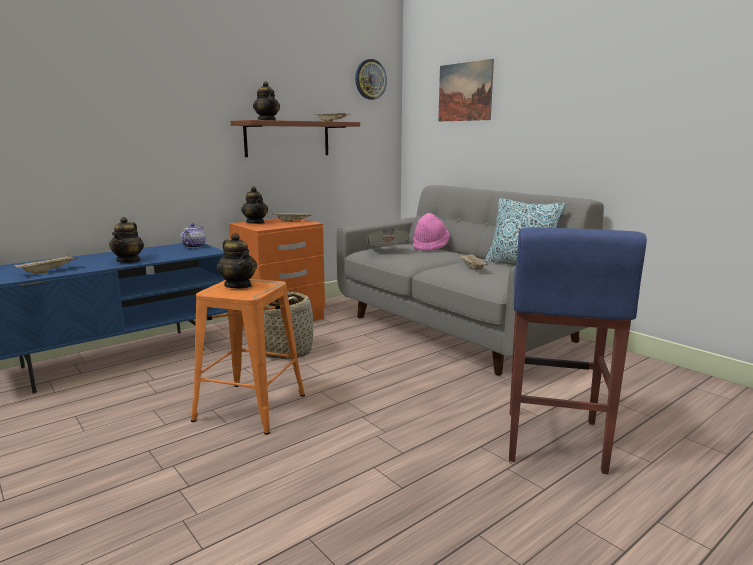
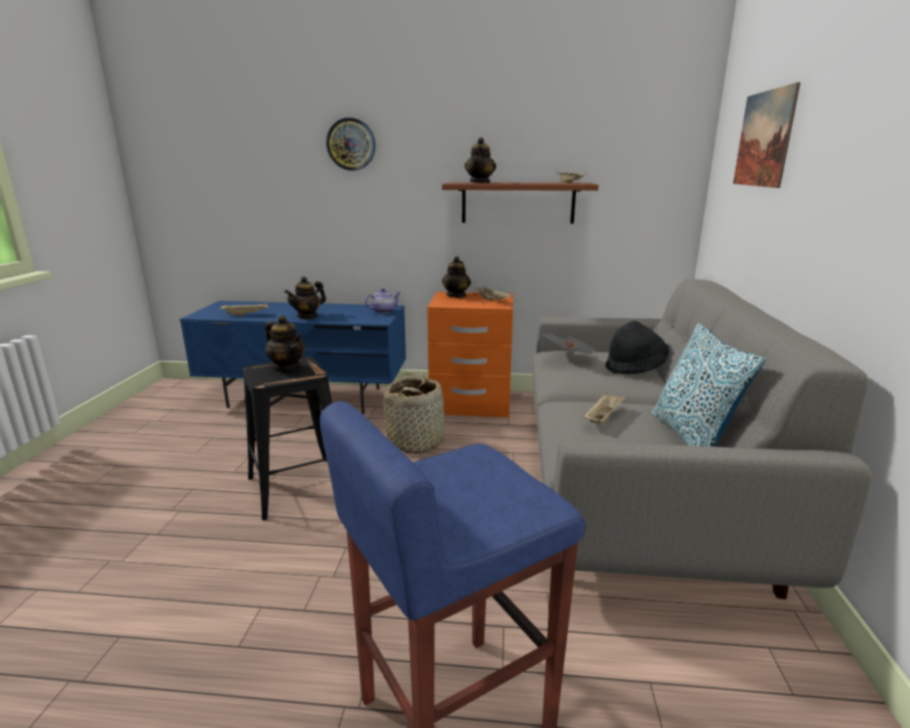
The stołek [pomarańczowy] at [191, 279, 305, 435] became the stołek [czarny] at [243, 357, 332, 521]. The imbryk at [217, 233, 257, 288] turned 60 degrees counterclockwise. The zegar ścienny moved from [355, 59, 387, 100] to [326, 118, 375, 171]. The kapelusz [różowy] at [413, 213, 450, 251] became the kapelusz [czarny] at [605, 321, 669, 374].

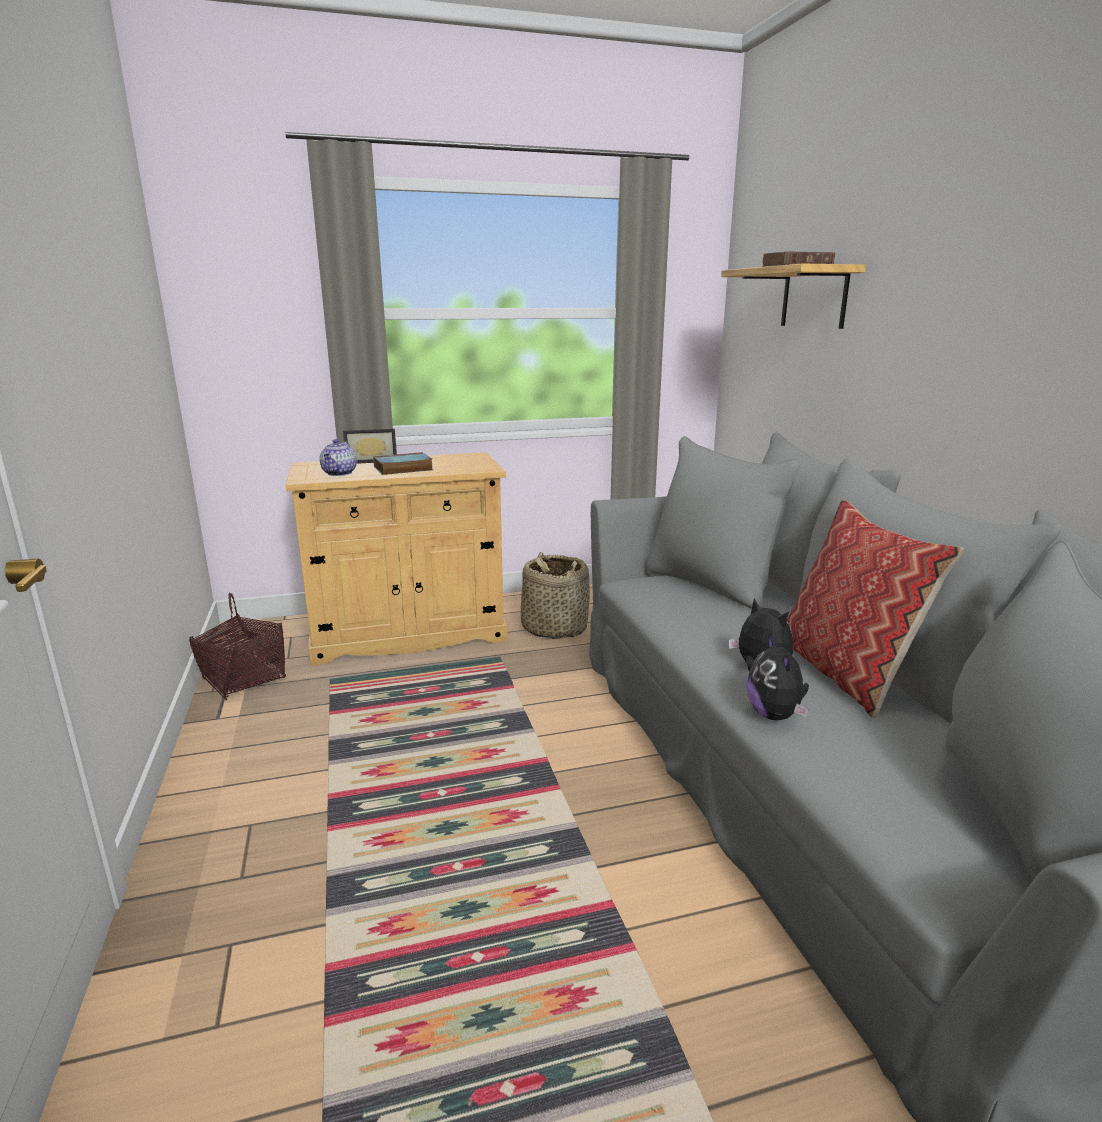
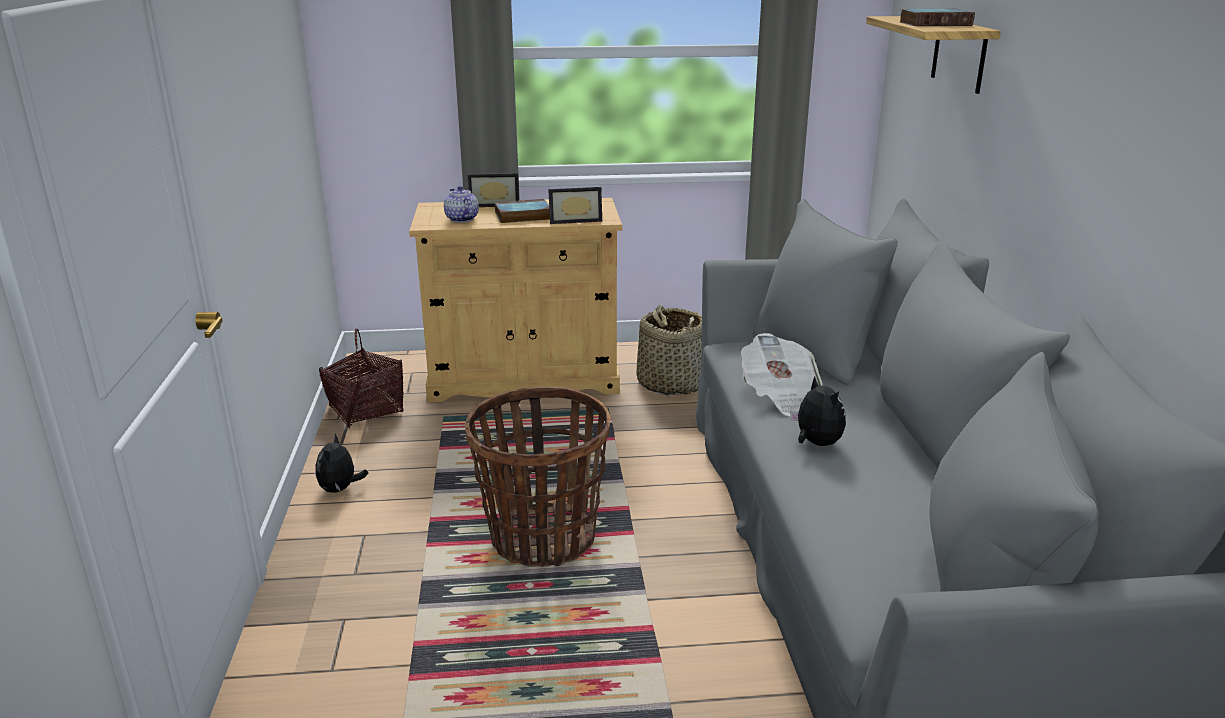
The imbryk at [320, 439, 357, 476] turned 135 degrees clockwise. The pluszak moved from [747, 635, 809, 720] to [316, 434, 368, 493]. The poduszka at [787, 499, 964, 718] disappeared. The koszyk at [465, 387, 610, 567] appeared. The ramka na zdjęcie at [548, 187, 602, 224] appeared. The gazeta at [741, 333, 823, 416] appeared.

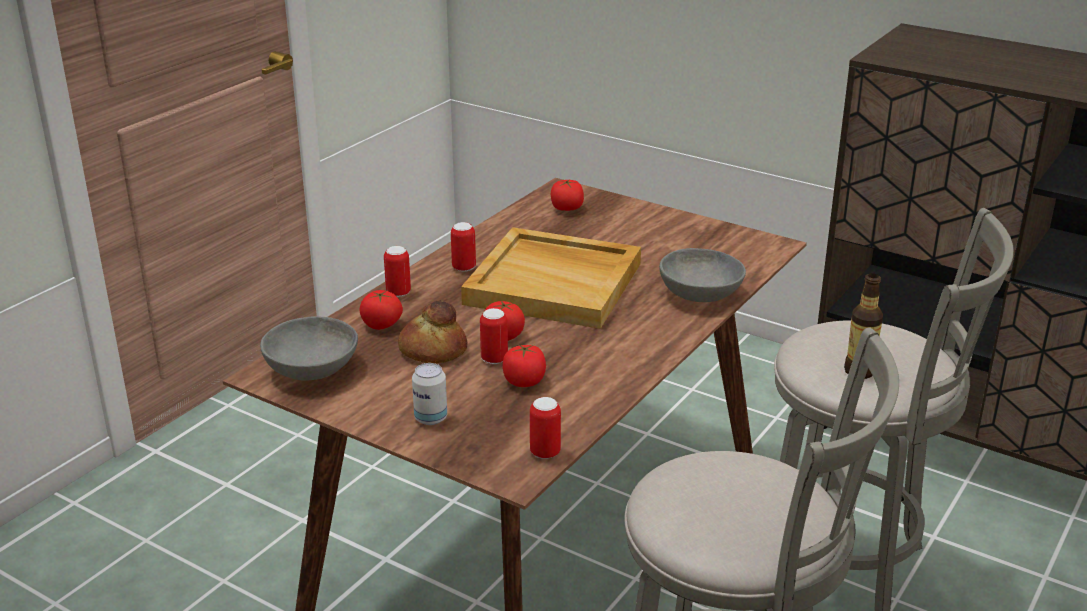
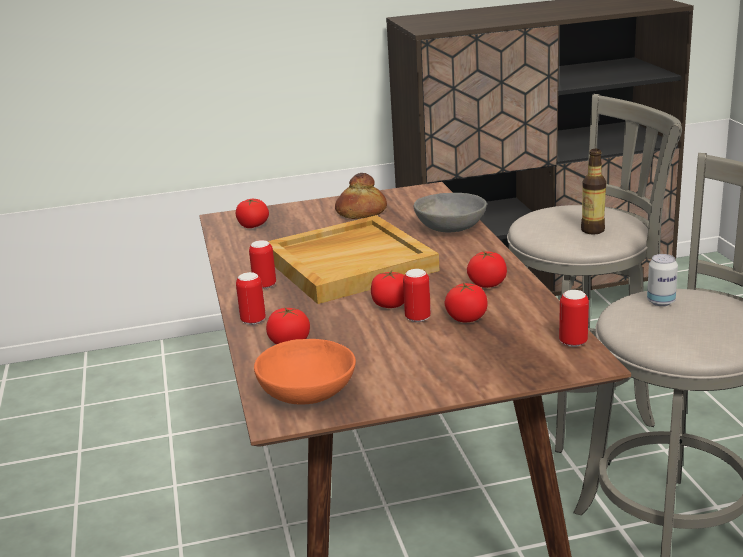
The miska [szary] at [260, 316, 358, 381] became the miska [pomarańczowy] at [254, 339, 356, 405]. The chleb moved from [398, 301, 468, 364] to [335, 173, 387, 219]. The puszka moved from [412, 363, 447, 425] to [647, 254, 678, 306]. The pomidor at [467, 251, 507, 288] appeared.

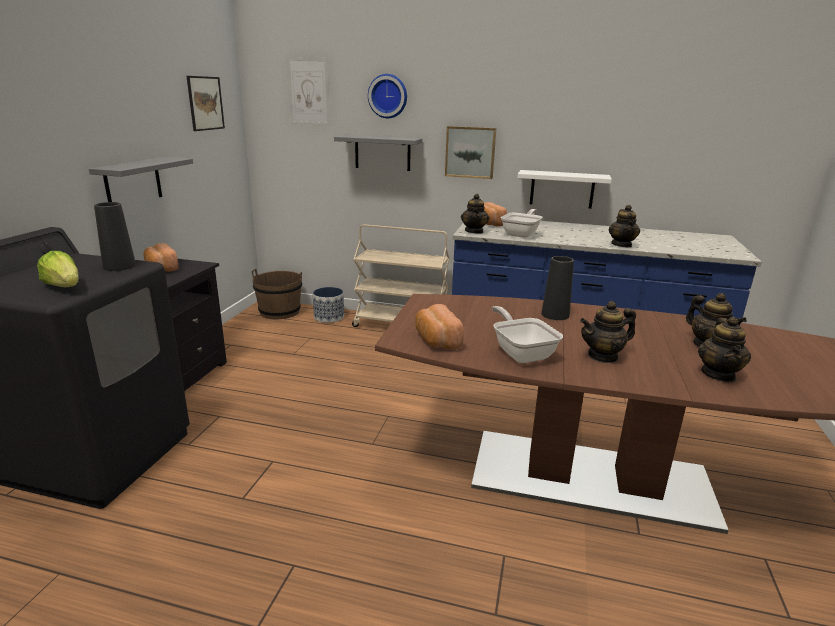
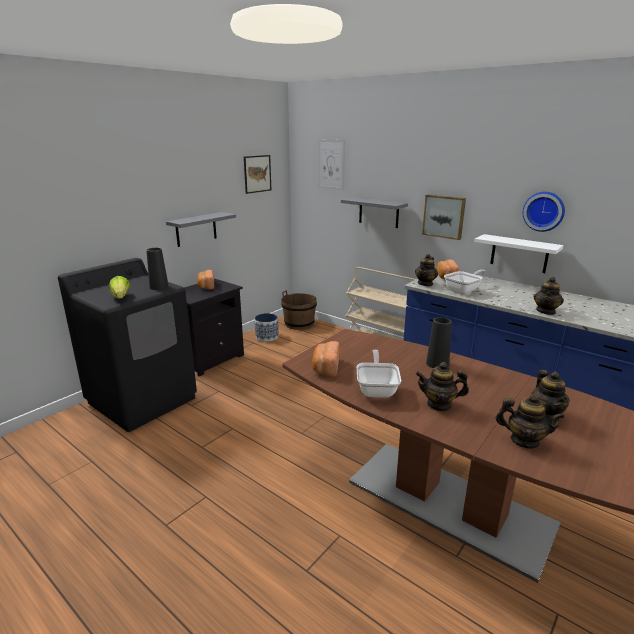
The donica moved from [313, 287, 344, 323] to [254, 313, 279, 342]. The zegar ścienny moved from [368, 74, 407, 118] to [523, 192, 565, 232]. The imbryk at [698, 317, 751, 382] turned 105 degrees counterclockwise.

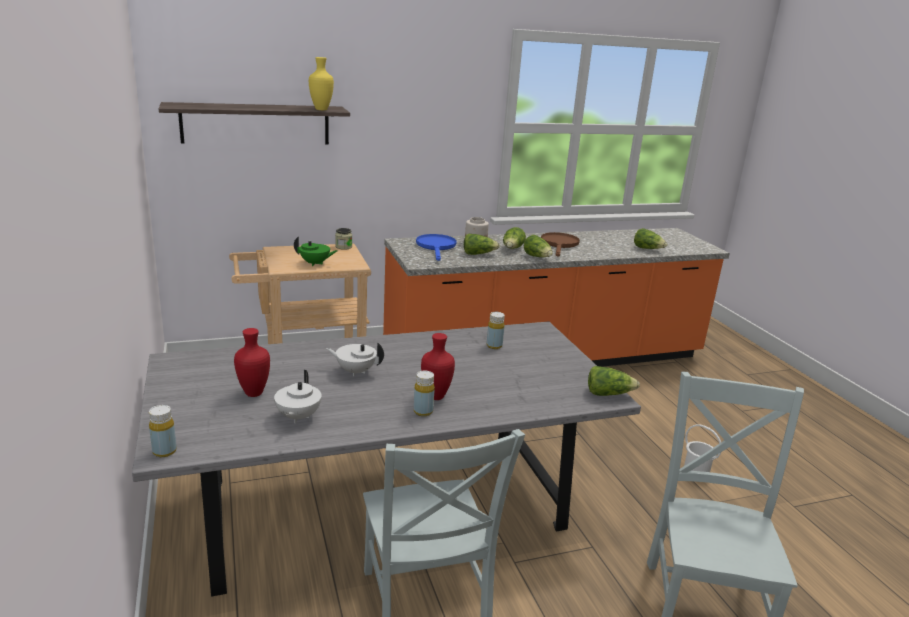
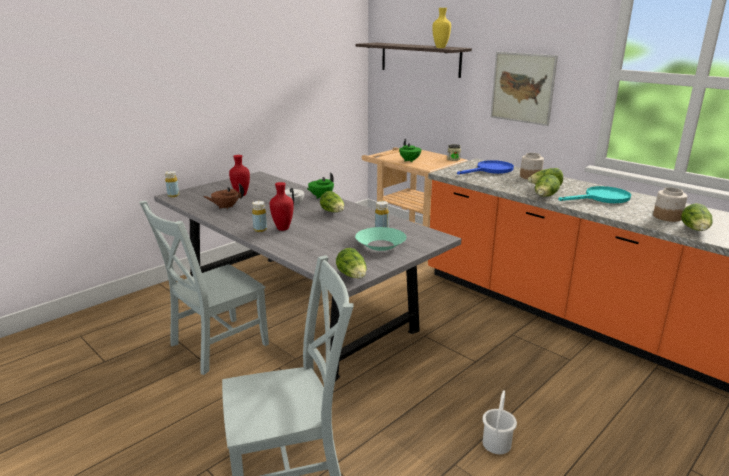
The imbryk [biały] at [274, 370, 322, 423] became the imbryk [brązowy] at [203, 183, 244, 210]. The sałata moved from [464, 234, 500, 255] to [320, 191, 344, 212]. The patelnia [brązowy] at [541, 232, 580, 257] became the patelnia [turkusowy] at [559, 186, 631, 203]. The imbryk [zielony] at [307, 172, 334, 199] appeared. The miska [turkusowy] at [355, 227, 407, 251] appeared. The obraz at [491, 52, 558, 126] appeared. The słoik at [653, 187, 688, 222] appeared.

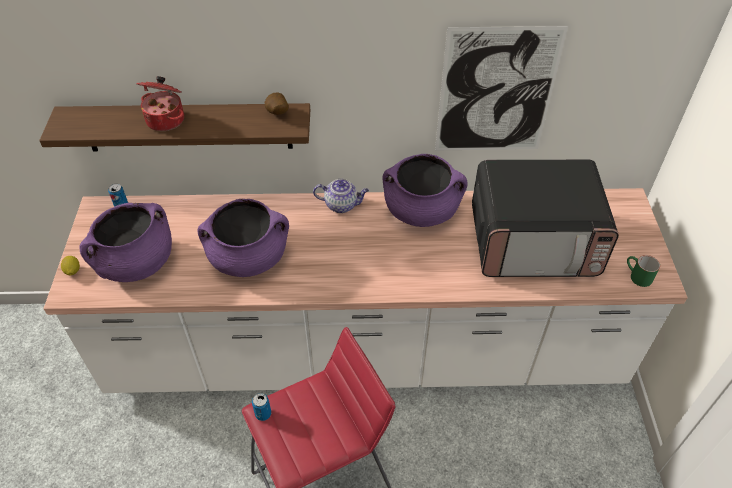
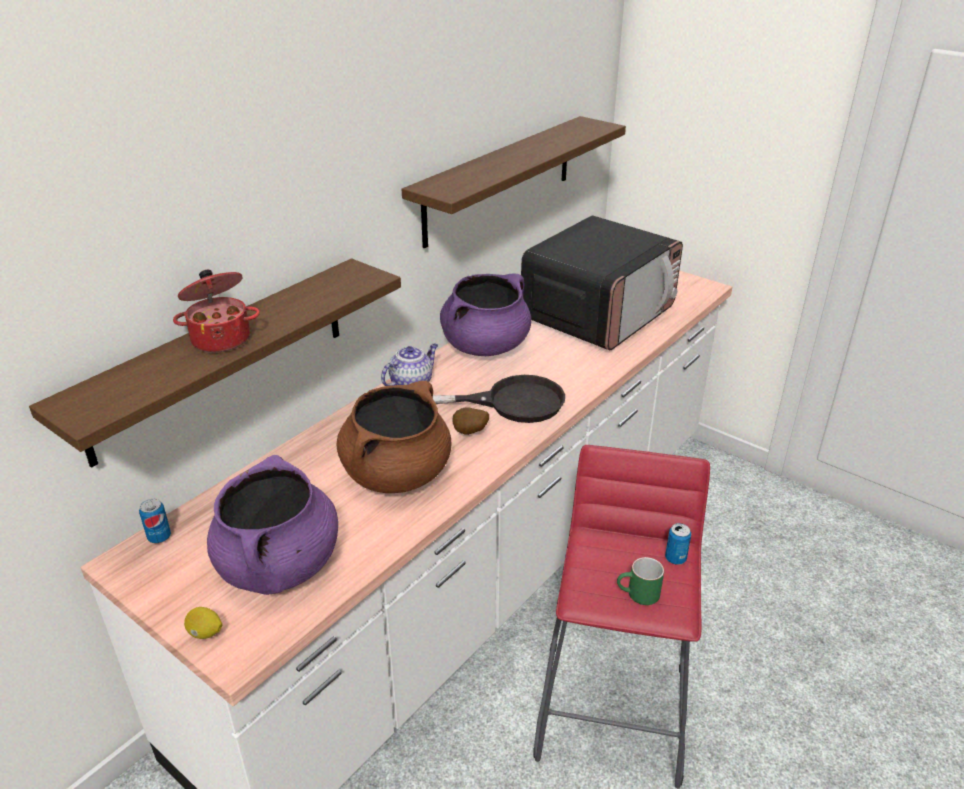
The garnek [fioletowy] at [198, 199, 289, 277] became the garnek [brązowy] at [337, 381, 452, 493]. The puszka moved from [252, 393, 271, 421] to [665, 523, 691, 565]. The ziemniak moved from [265, 92, 289, 115] to [453, 407, 489, 435]. The obraz at [435, 26, 568, 150] was replaced by the półka at [402, 116, 626, 248]. The kubek [zielony] moved from [627, 255, 660, 287] to [617, 557, 664, 605]. The patelnia [czarny] at [433, 375, 565, 423] appeared.

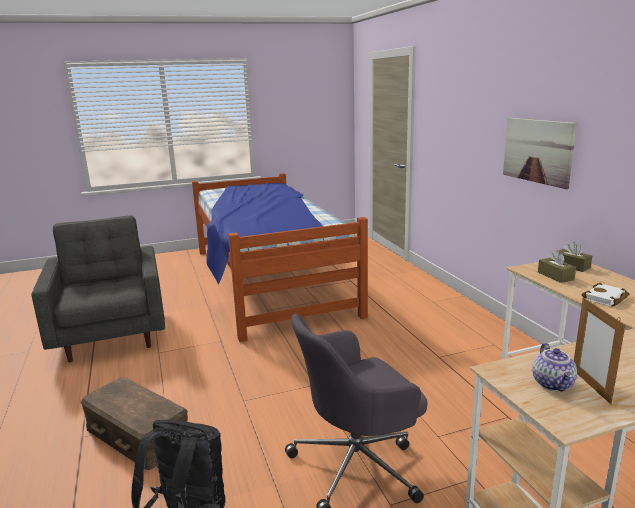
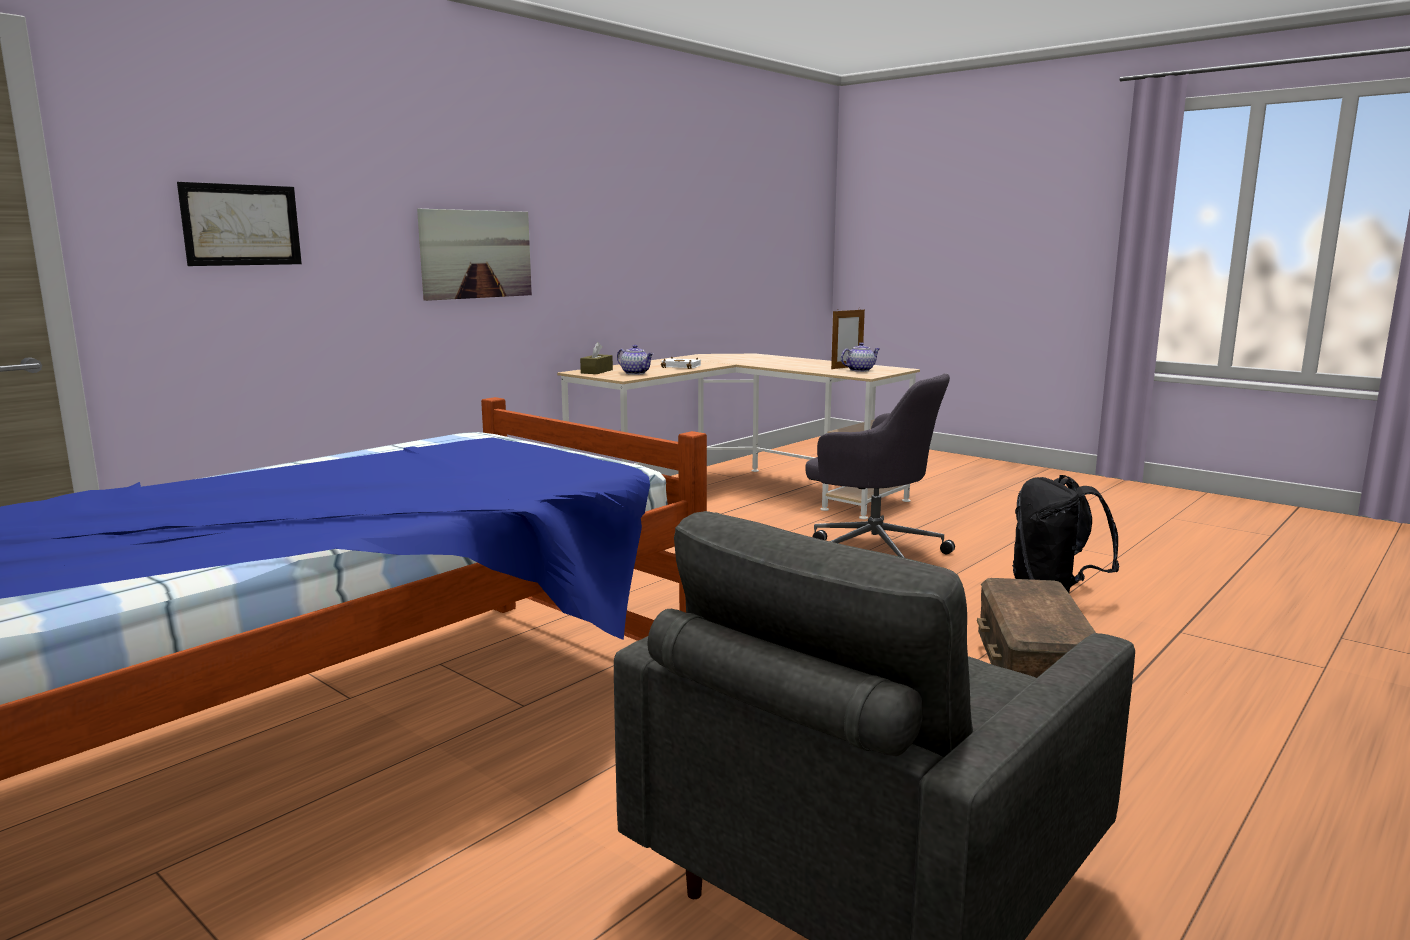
The pudełko chusteczek [brązowy] at [538, 250, 576, 283] was replaced by the imbryk at [617, 345, 653, 375]. The obraz at [177, 182, 302, 266] appeared.

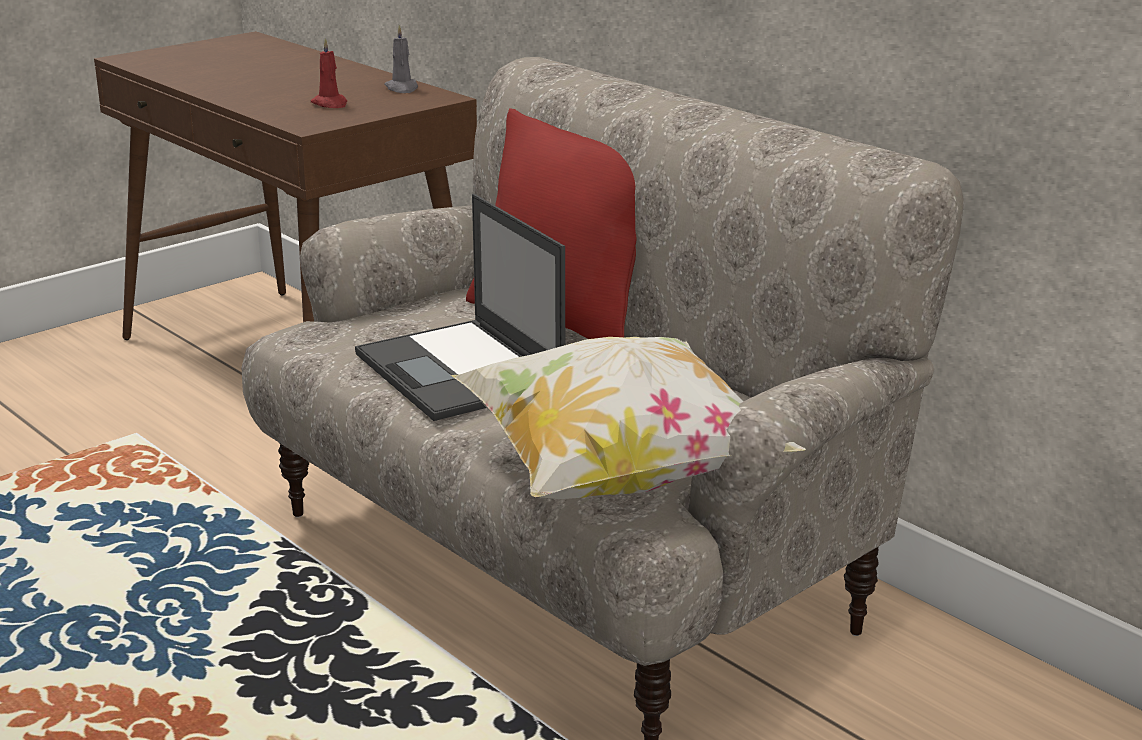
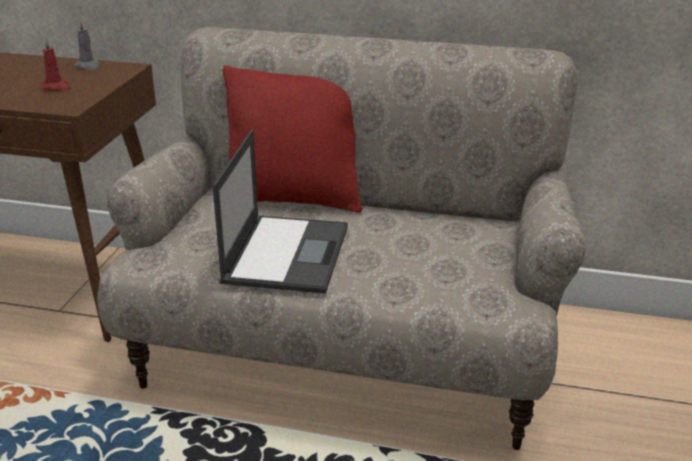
The laptop at [355, 194, 565, 421] turned 105 degrees counterclockwise. The poduszka at [451, 337, 806, 499] disappeared.

